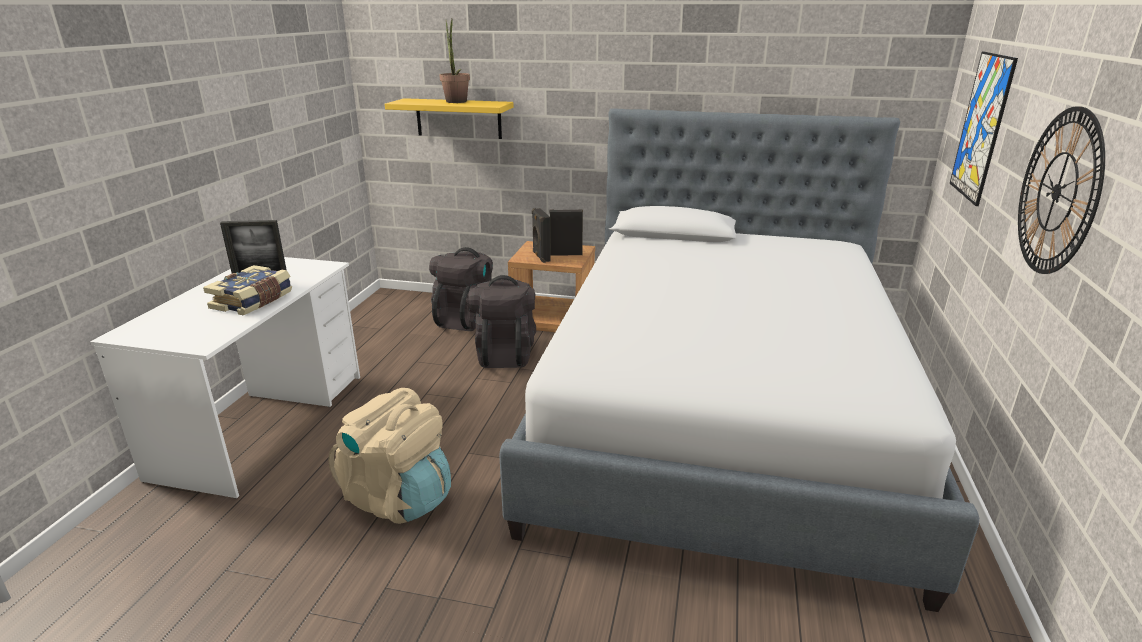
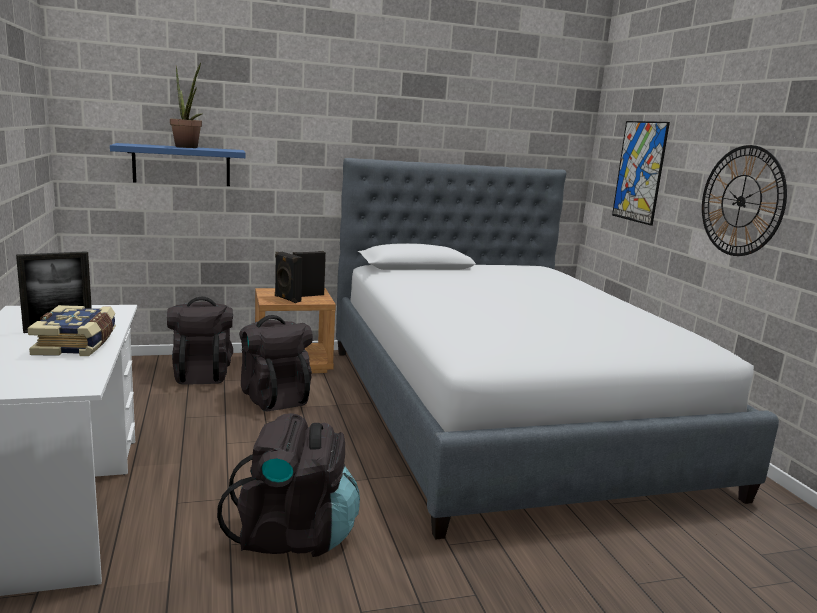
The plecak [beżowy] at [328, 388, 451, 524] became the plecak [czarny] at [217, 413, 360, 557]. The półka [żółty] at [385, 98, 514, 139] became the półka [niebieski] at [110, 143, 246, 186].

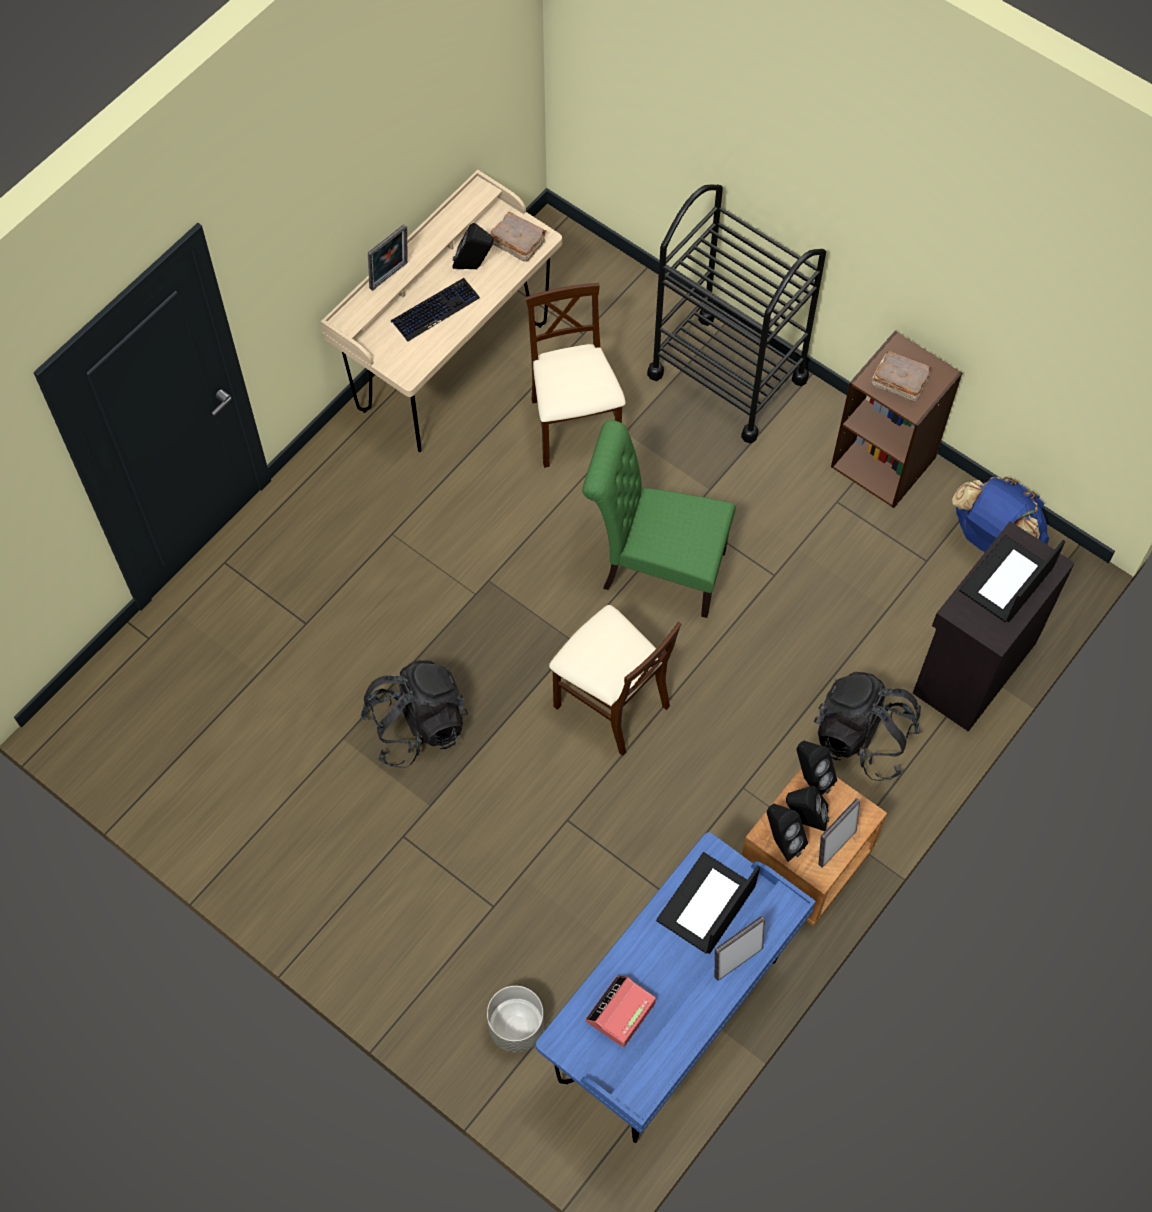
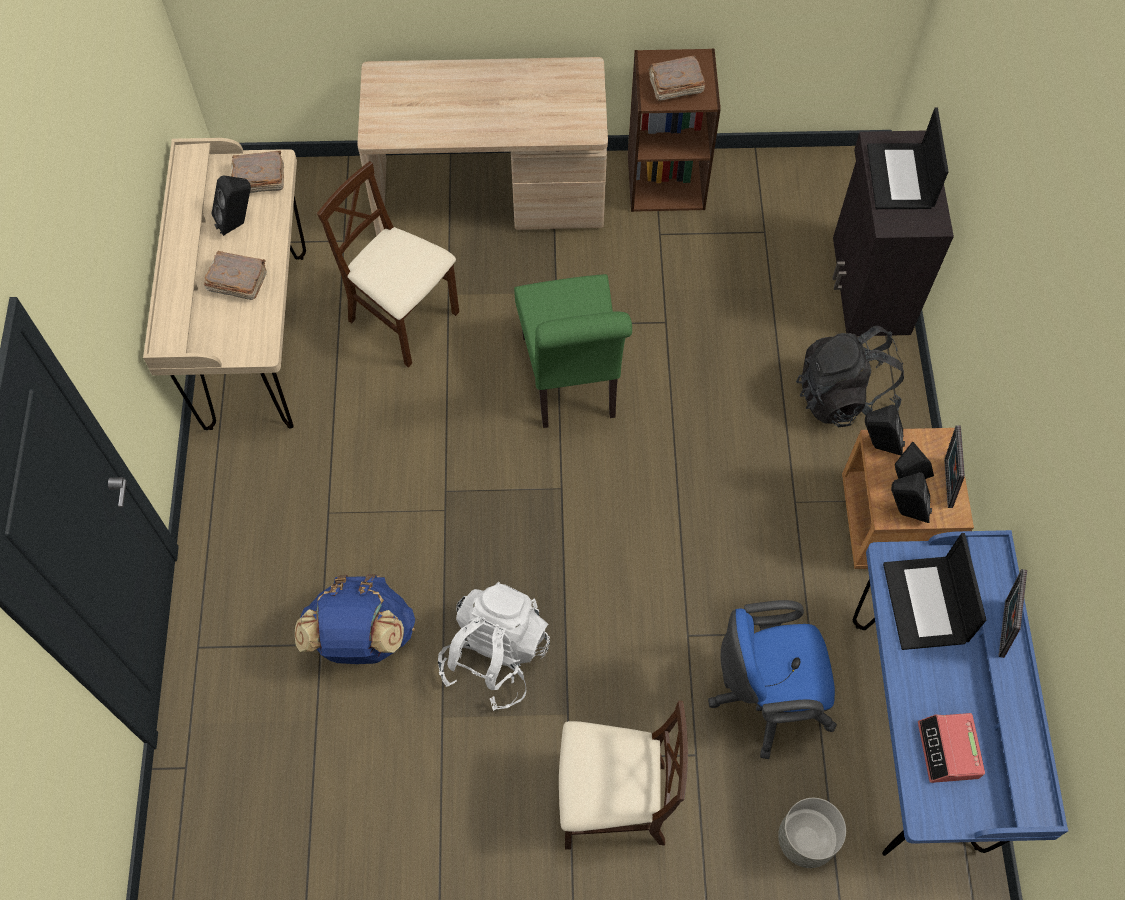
The plecak [czarny] at [360, 660, 468, 768] became the plecak [biały] at [438, 582, 550, 711]. The ramka na zdjęcie at [368, 224, 408, 291] disappeared. The klawiatura at [391, 278, 480, 342] was replaced by the książka [brązowy] at [204, 251, 267, 300]. The krzesło [beżowy] moved from [549, 605, 681, 756] to [559, 701, 688, 850]. The krzesło [zielony] at [582, 420, 736, 618] turned 75 degrees counterclockwise. The wózek [czarny] at [647, 184, 826, 444] was replaced by the biurko [beżowy] at [357, 57, 608, 236]. The plecak [niebieski] moved from [952, 476, 1049, 552] to [295, 574, 415, 664]. The krzesło biurowe [niebieski] at [708, 600, 837, 759] appeared.

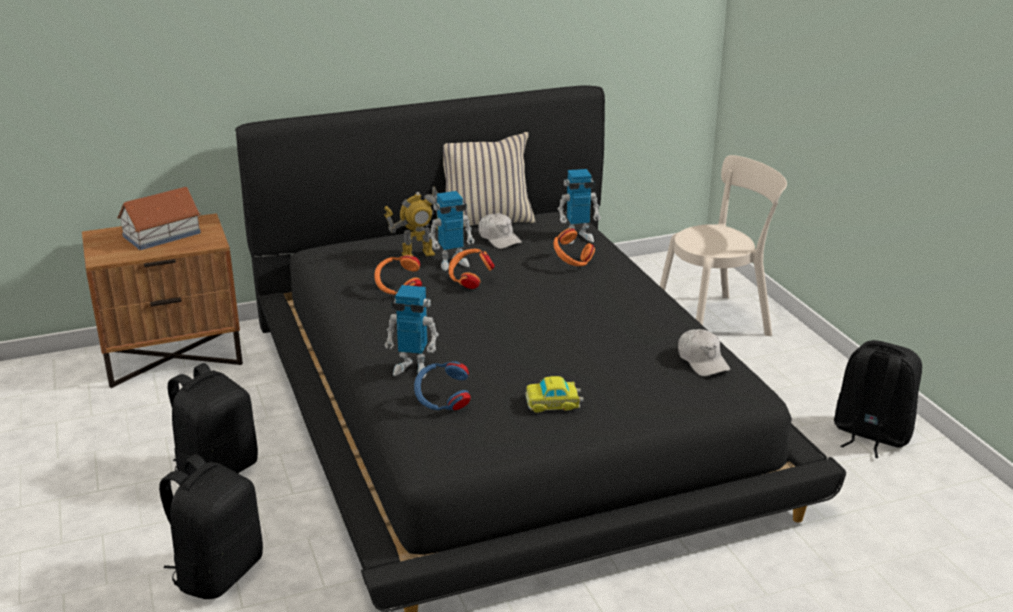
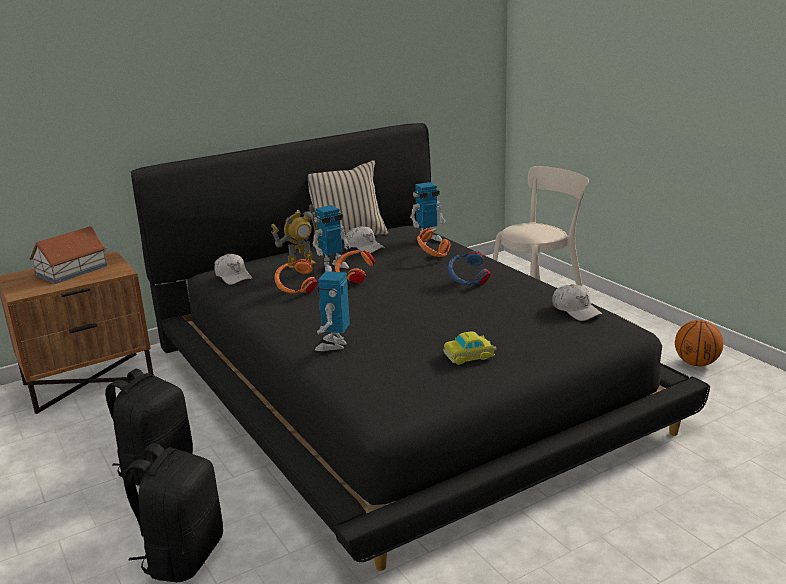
The robot zabawkowy at [385, 285, 438, 378] turned 105 degrees clockwise. The słuchawki [niebieski] moved from [414, 361, 471, 410] to [448, 251, 490, 285]. The plecak [czarny] at [834, 340, 922, 458] was replaced by the piłka do koszykówki at [675, 320, 723, 367]. The czapka z daszkiem [biały] at [214, 254, 252, 285] appeared.

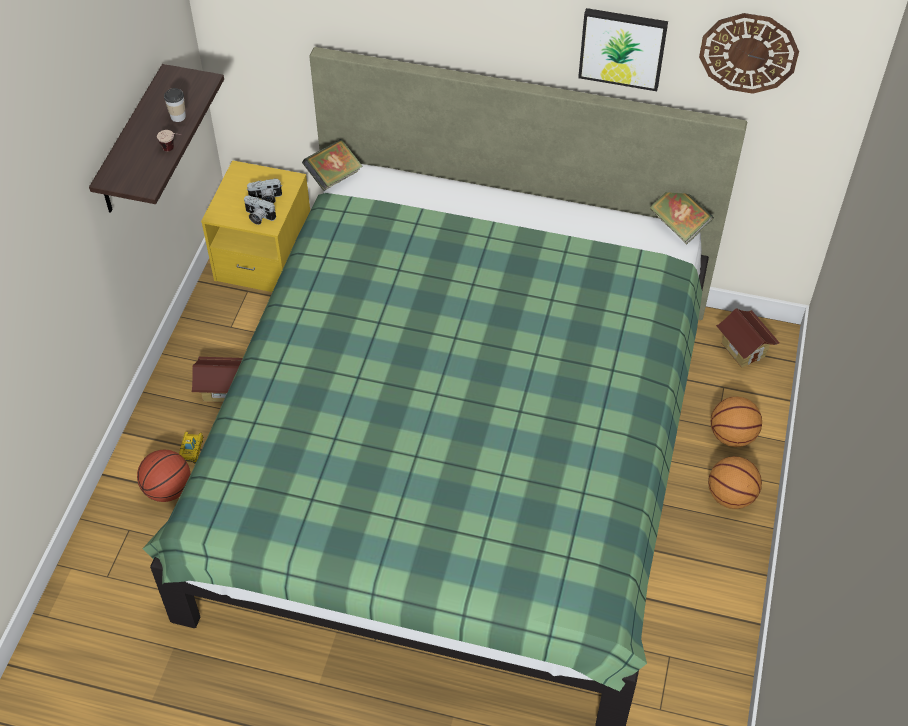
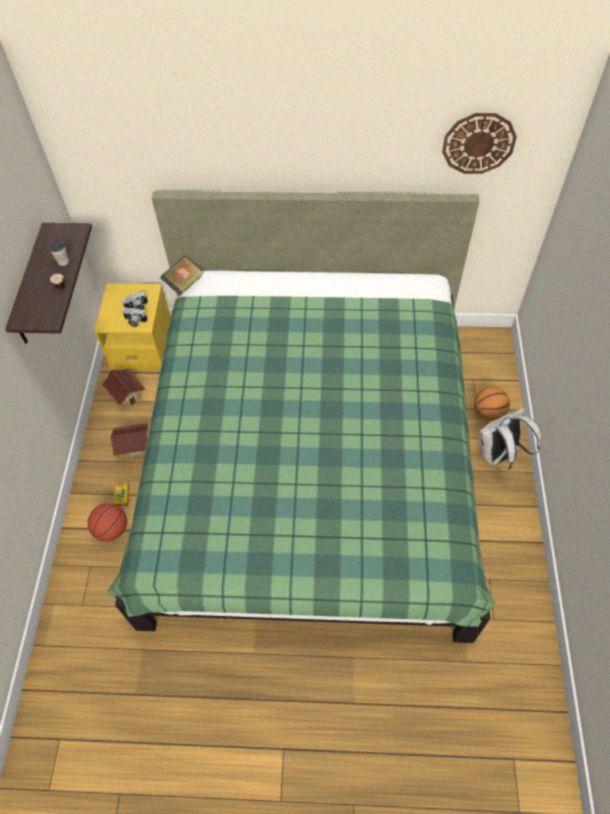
The obraz at [578, 8, 668, 91] disappeared. The książka at [650, 192, 714, 244] disappeared. The piłka do koszykówki at [708, 456, 762, 509] was replaced by the plecak [biały] at [478, 408, 541, 472]. The domek moved from [716, 308, 780, 368] to [102, 368, 145, 409].

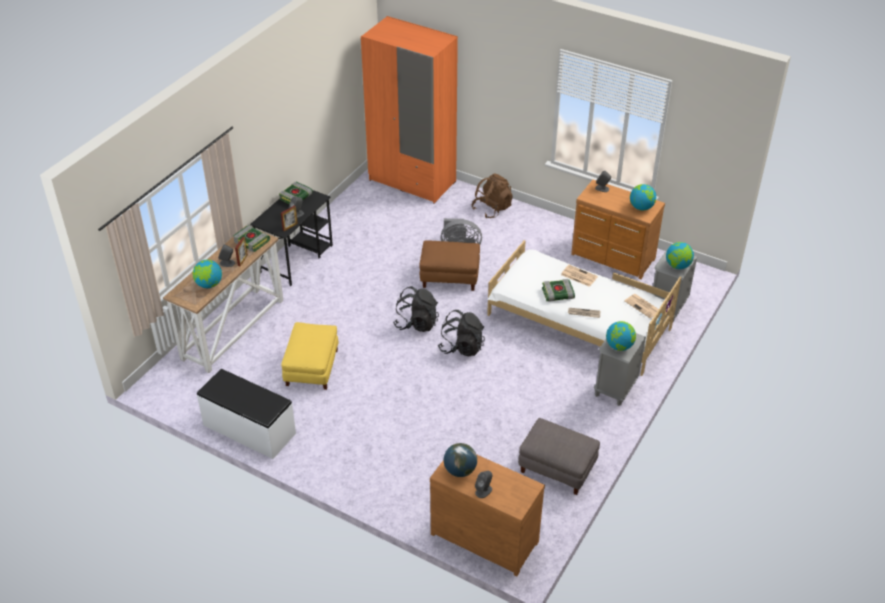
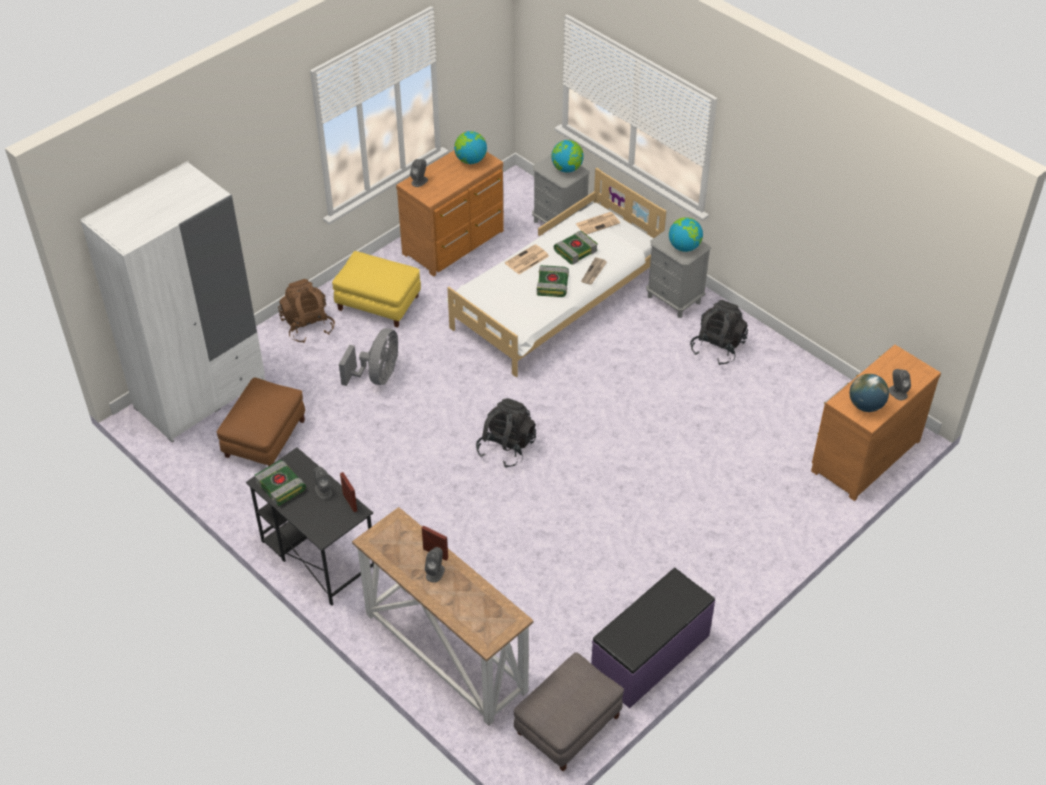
The globus at [193, 260, 222, 288] disappeared. The ławka [biały] at [197, 369, 296, 459] became the ławka [fioletowy] at [591, 568, 715, 708]. The książka moved from [233, 226, 270, 252] to [554, 231, 598, 265]. The pufa [żółty] moved from [281, 322, 338, 390] to [332, 251, 421, 328]. The szafa [pomarańczowy] at [361, 16, 458, 204] became the szafa [biały] at [80, 161, 265, 442]. The pufa [brązowy] moved from [420, 240, 480, 291] to [217, 378, 305, 467]. The plecak [czarny] moved from [438, 310, 485, 356] to [690, 300, 748, 365]. The pufa [szary] moved from [518, 418, 600, 495] to [514, 652, 624, 771].

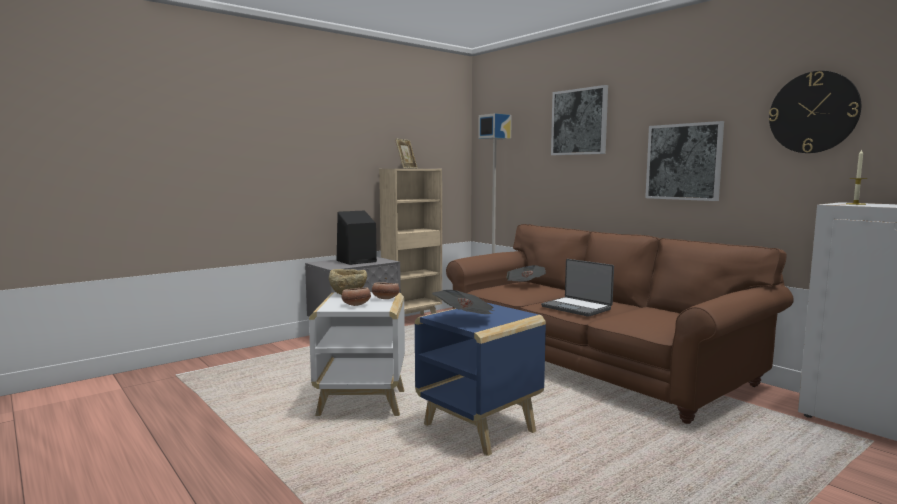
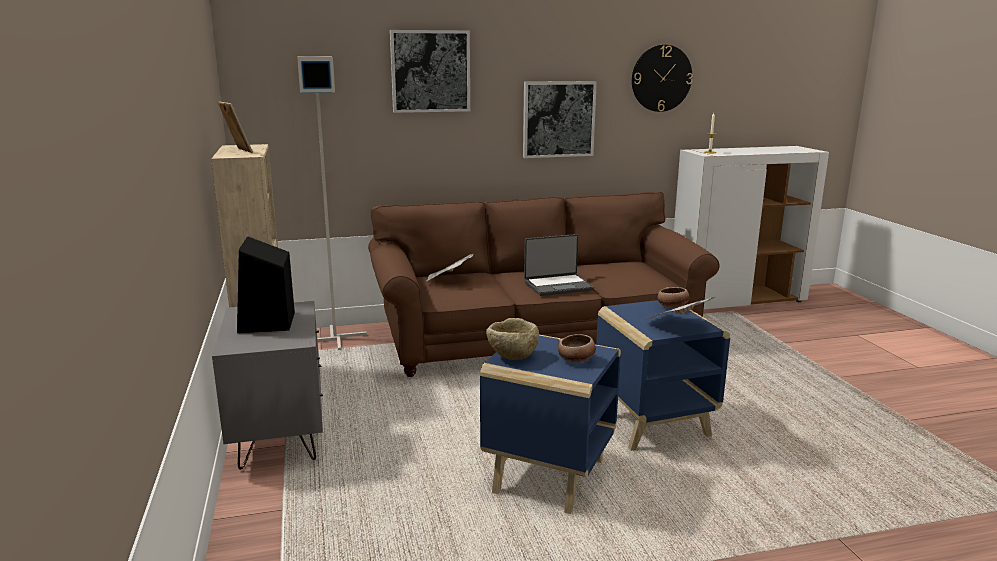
The stolik [biały] at [309, 292, 405, 416] became the stolik [niebieski] at [480, 335, 621, 514]. The miska moved from [372, 282, 400, 299] to [657, 287, 689, 308].

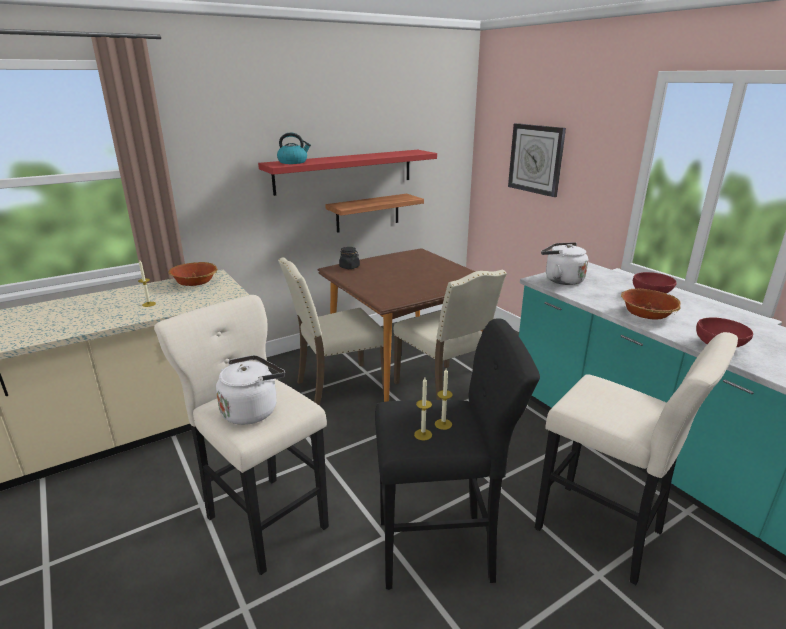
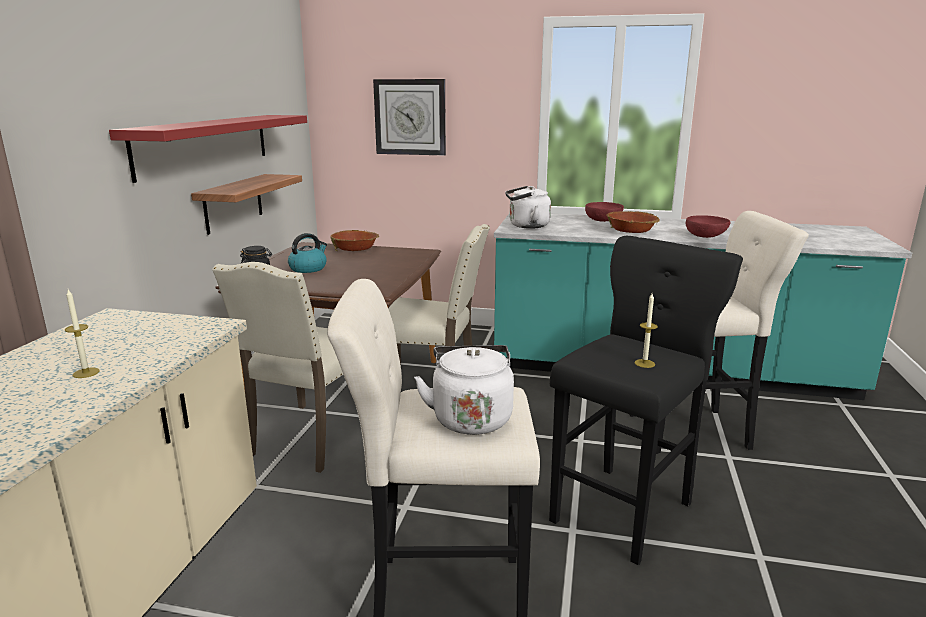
The miska moved from [168, 262, 218, 286] to [330, 230, 379, 251]. The czajnik moved from [277, 133, 311, 164] to [288, 233, 327, 273]. The świeca at [435, 368, 453, 430] disappeared.

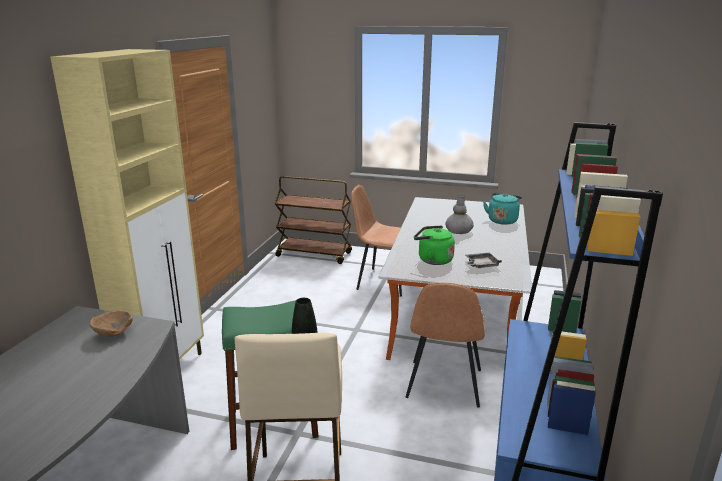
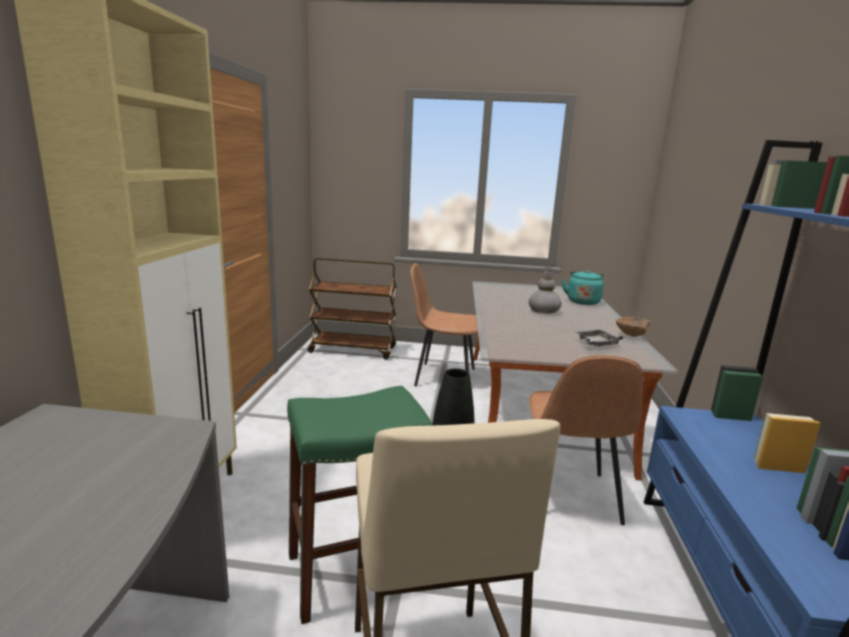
The miska [brązowy] moved from [90, 310, 133, 337] to [616, 317, 650, 337]. The czajnik [zielony] at [414, 226, 455, 265] disappeared.

